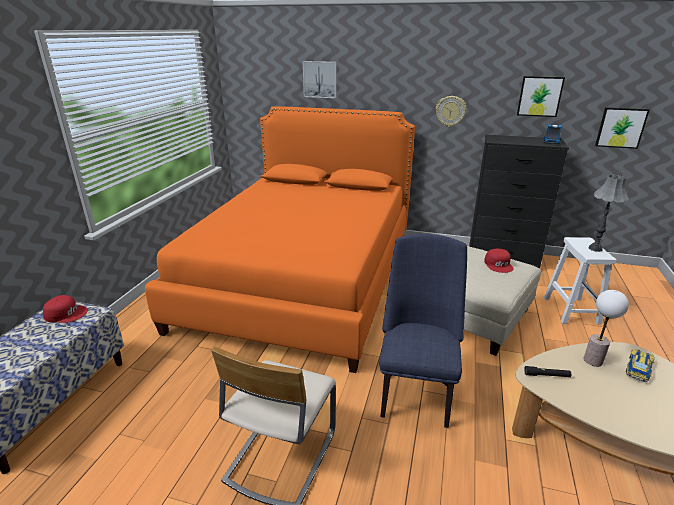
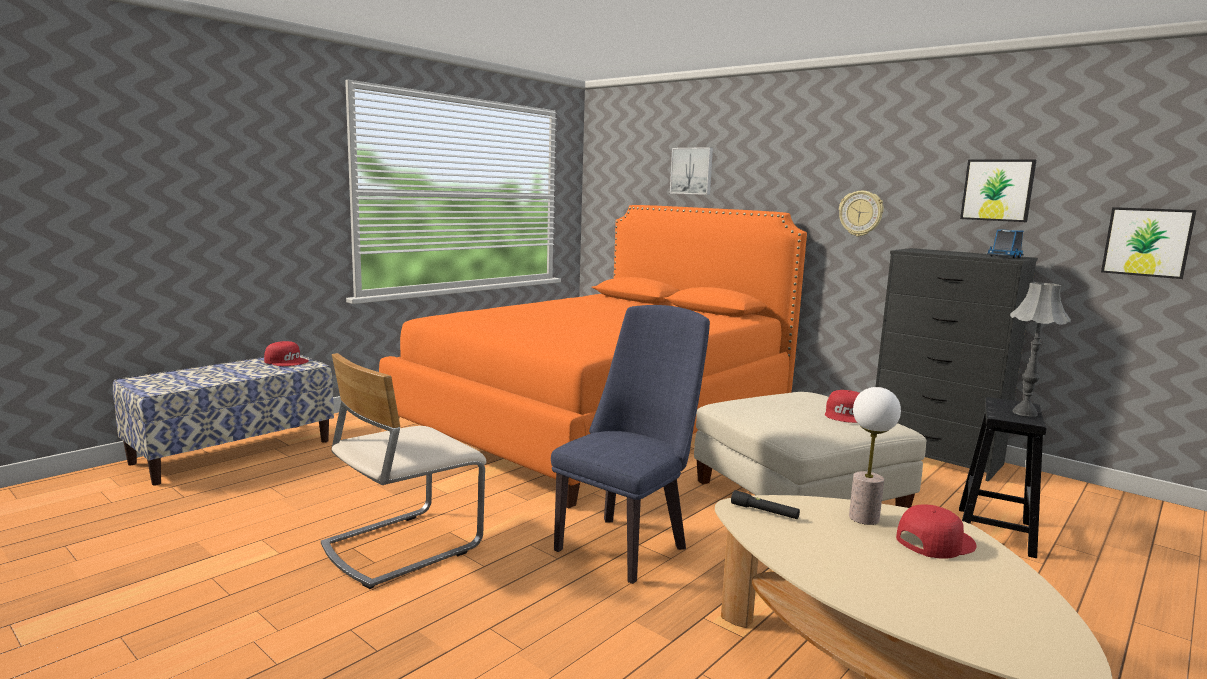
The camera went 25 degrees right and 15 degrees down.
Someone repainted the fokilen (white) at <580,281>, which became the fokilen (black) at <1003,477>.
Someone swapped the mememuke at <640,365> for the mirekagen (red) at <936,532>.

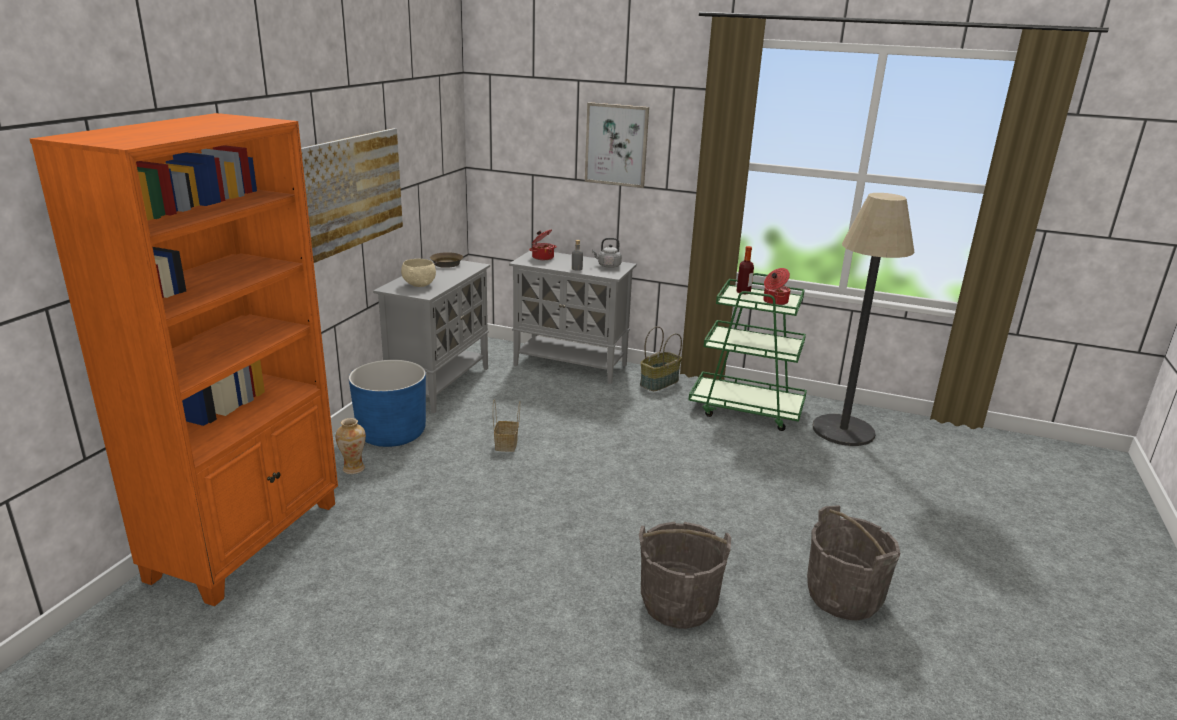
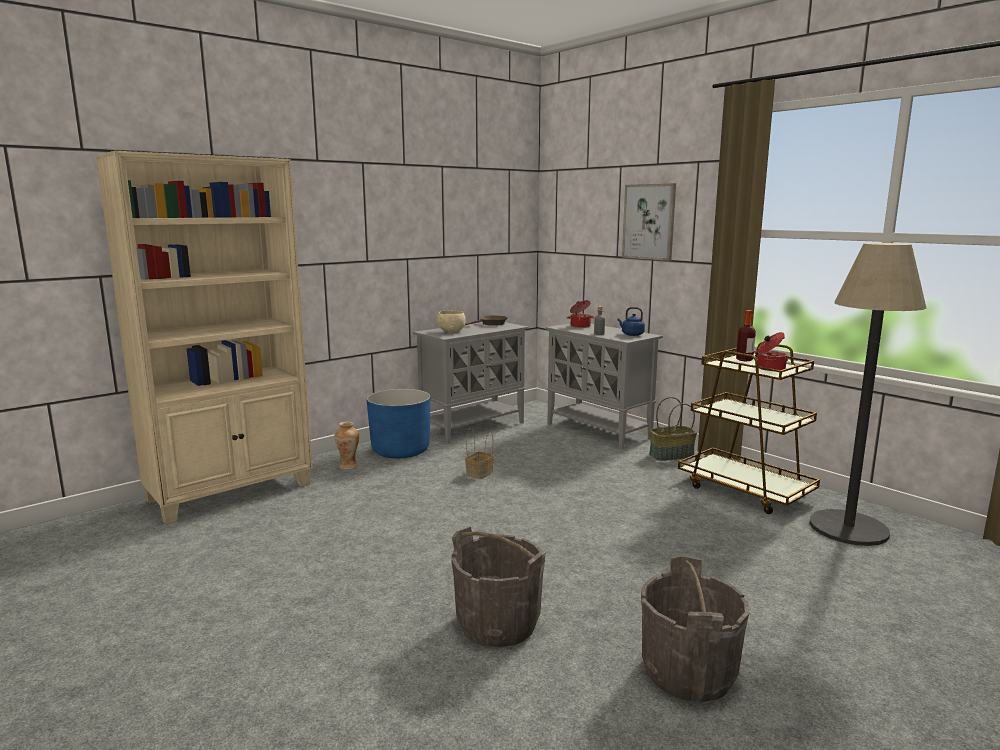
The camera went 30 degrees right and 10 degrees down.
Someone repainted the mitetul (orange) at <184,359>, which became the mitetul (beige) at <204,338>.
Someone took away the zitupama at <352,195>.
Someone repainted the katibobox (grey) at <607,253>, which became the katibobox (blue) at <631,321>.
Someone repainted the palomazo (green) at <748,352>, which became the palomazo (brown) at <749,428>.

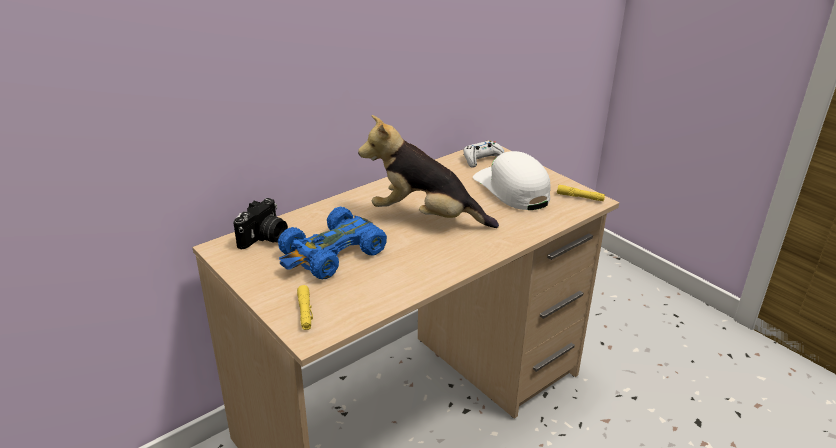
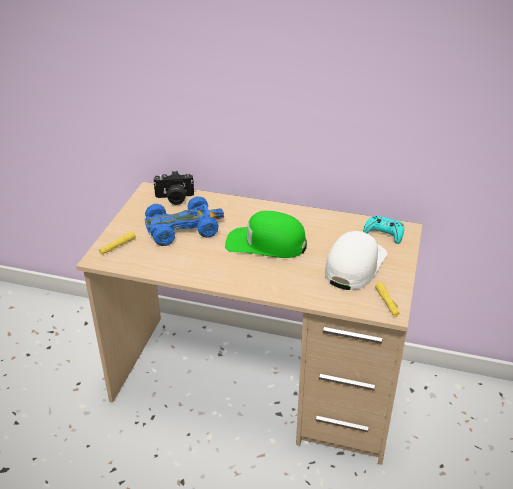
The camera went 55 degrees right and 5 degrees up.
Someone rotated the mememuke (blue) at <332,243> by 150 degrees clockwise.
Someone swapped the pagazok at <428,171> for the mirekagen (green) at <266,234>.
Someone repainted the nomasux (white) at <484,154>, which became the nomasux (turquoise) at <383,230>.

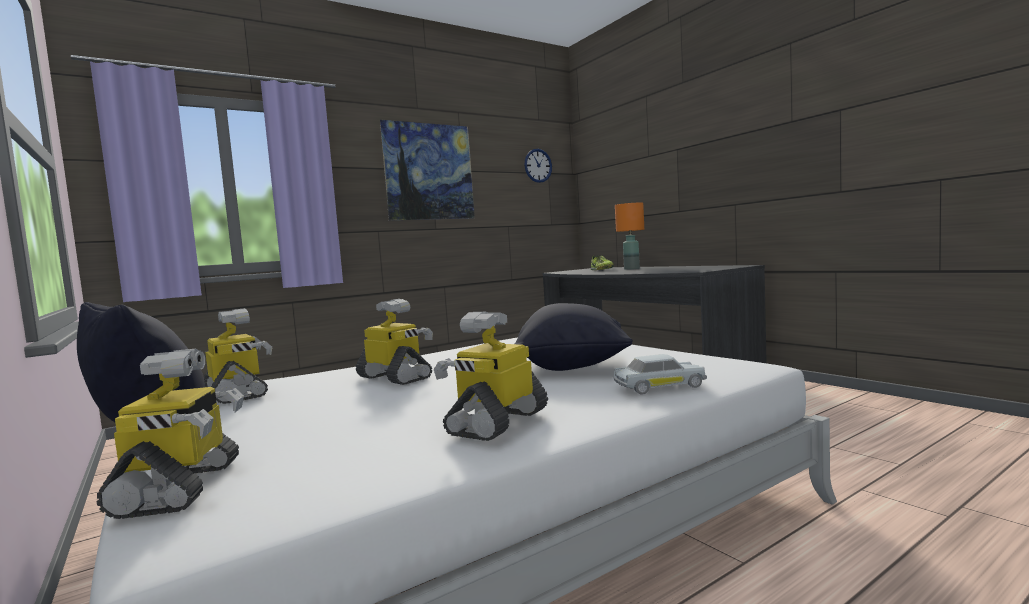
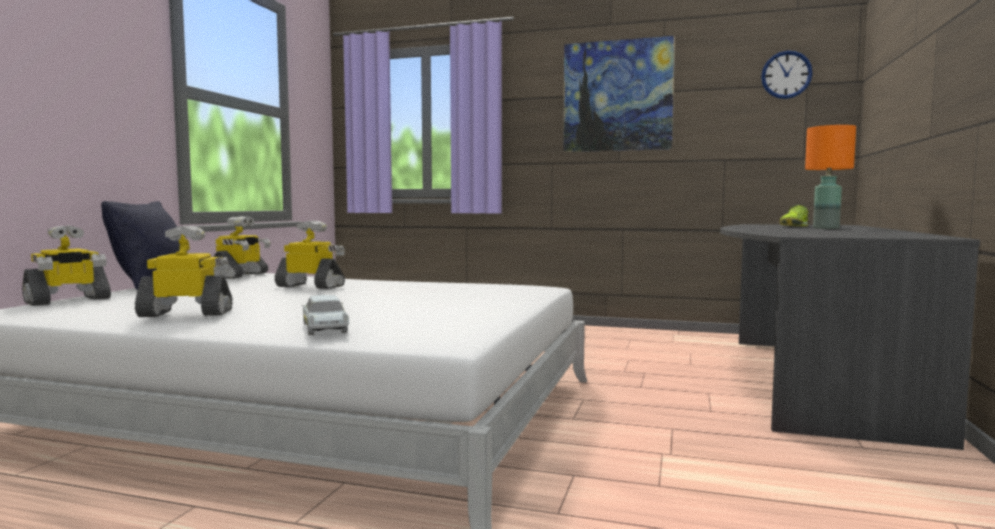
The camera went 50 degrees right and 0 degrees up.
Someone rotated the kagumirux at <394,342> by 75 degrees counterclockwise.
Someone took away the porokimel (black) at <574,337>.
Someone rotated the mememuke (white) at <660,374> by 150 degrees counterclockwise.

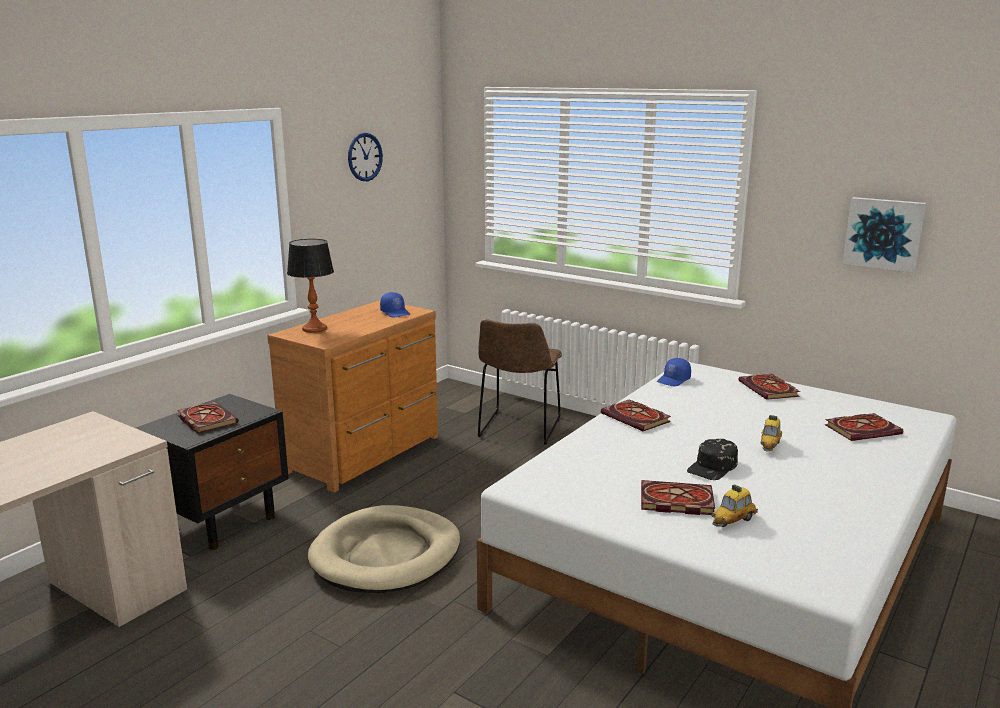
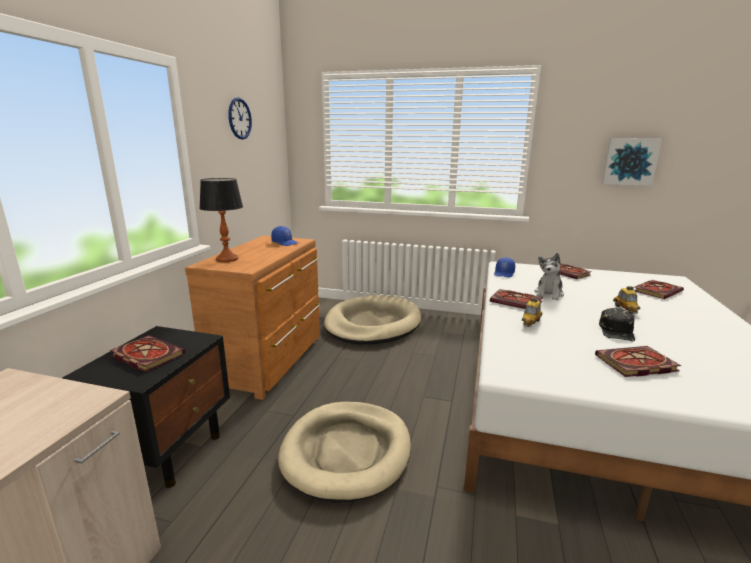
The camera went 20 degrees left and 0 degrees up.
Someone swapped the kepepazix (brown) at <520,381> for the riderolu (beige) at <372,319>.
Someone carried the mememuke from <734,505> to <532,312>.
Someone put down the pagazok at <549,276>.

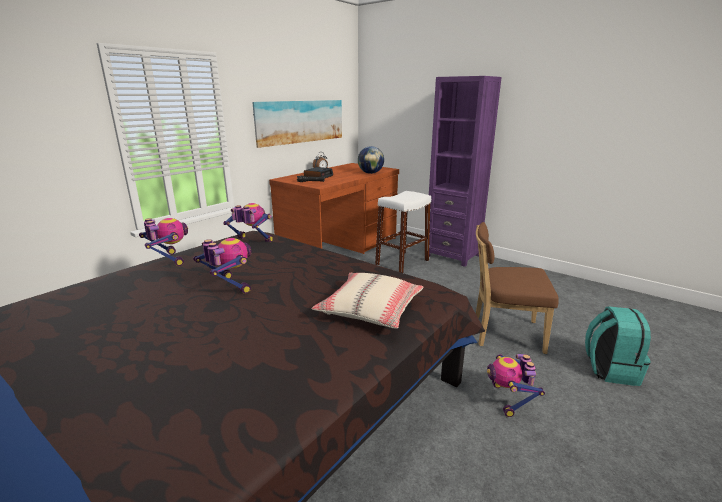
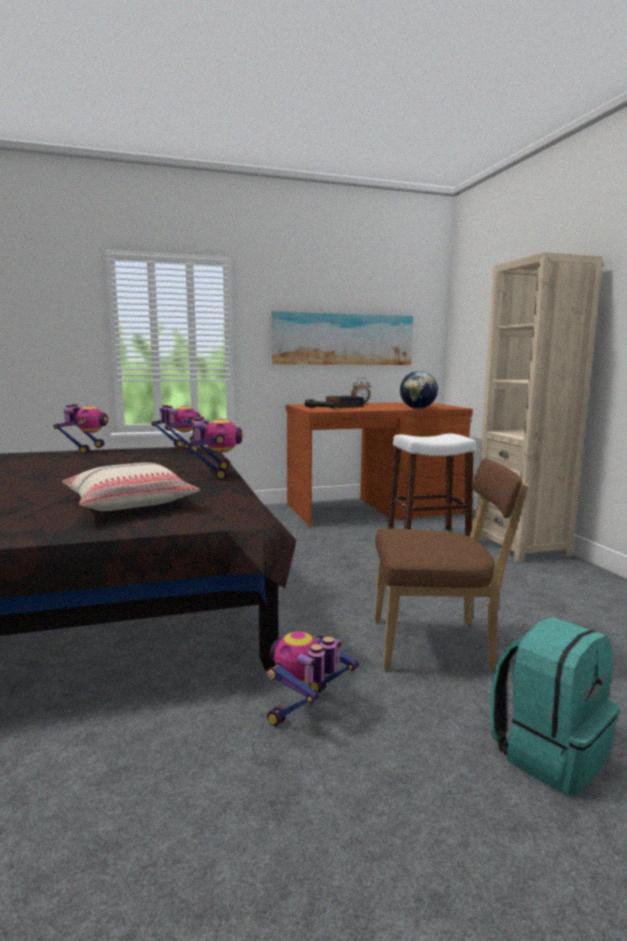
The camera went 35 degrees right and 10 degrees down.
Someone carried the kagumirux from <222,266> to <214,448>.
Someone repainted the mitetul (purple) at <465,171>, which became the mitetul (beige) at <540,407>.
Someone rotated the kepepazix (brown) at <517,288> by 135 degrees clockwise.

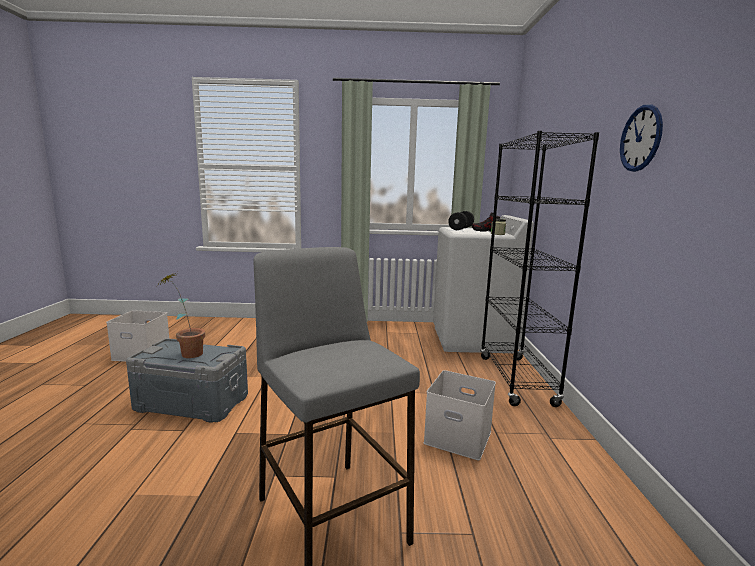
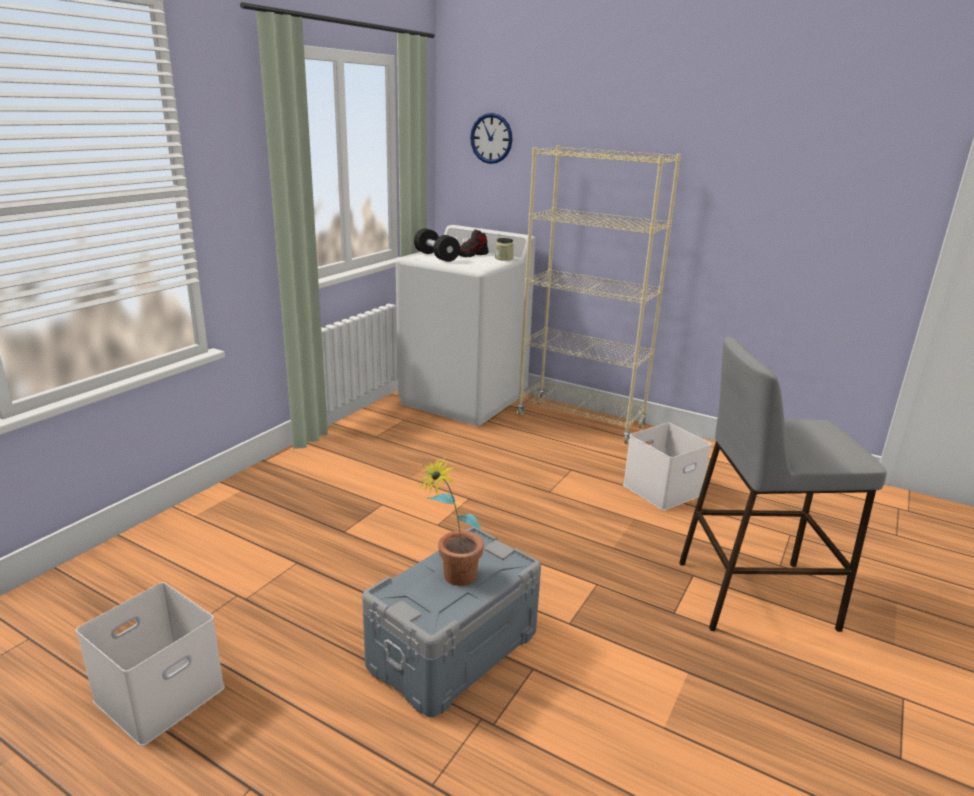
The camera went 60 degrees left and 10 degrees up.
Someone repainted the mitetul (black) at <539,269>, which became the mitetul (beige) at <599,295>.
Someone carried the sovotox from <641,138> to <491,138>.

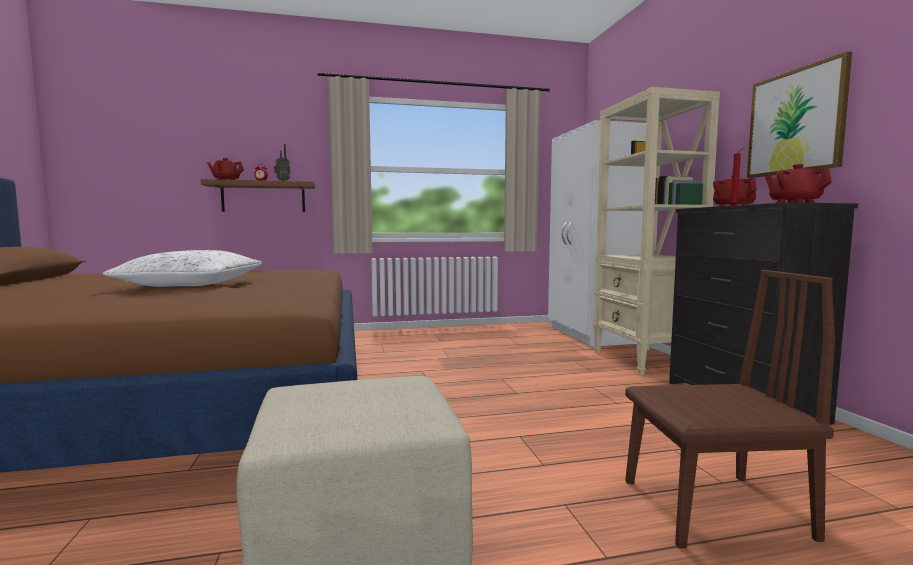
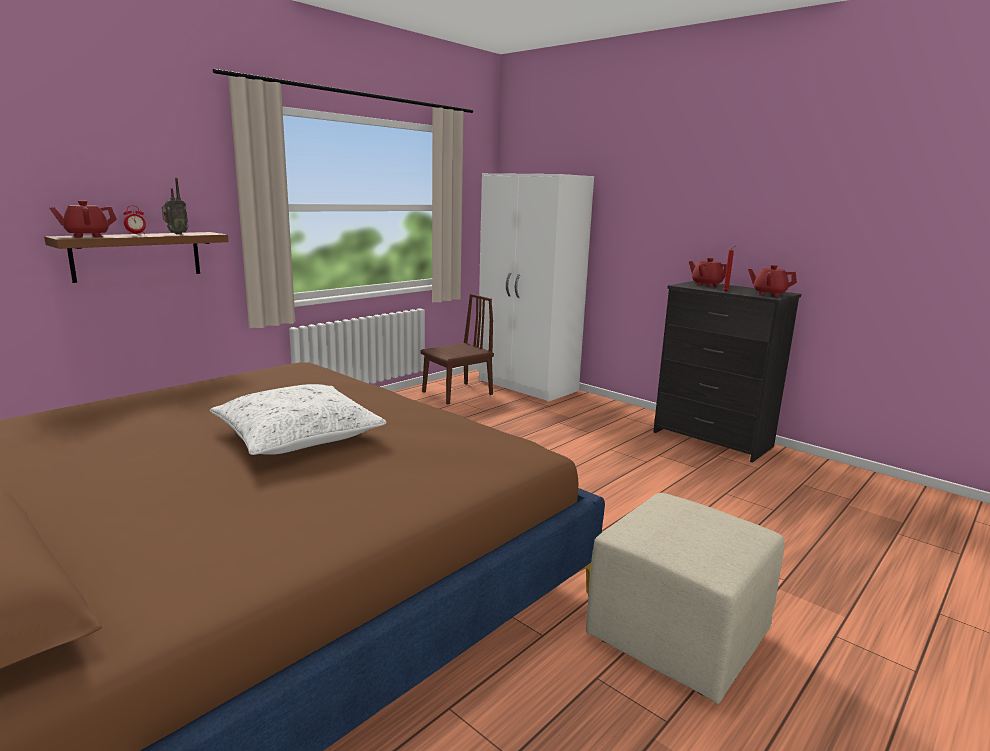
The camera went 35 degrees left and 10 degrees up.
Someone took away the mitetul (beige) at <656,231>.
Someone carried the kepepazix (brown) from <730,409> to <457,349>.
Someone took away the zitupama at <799,114>.

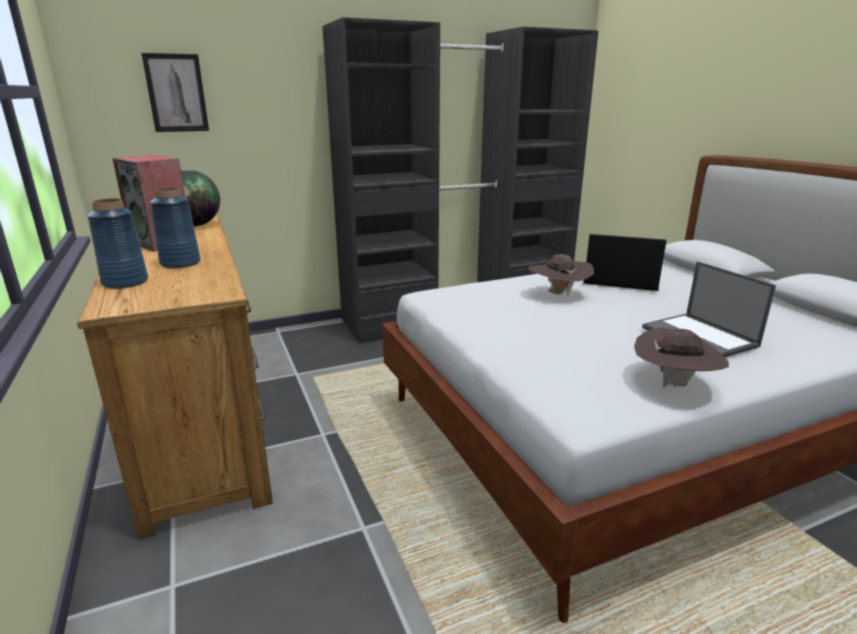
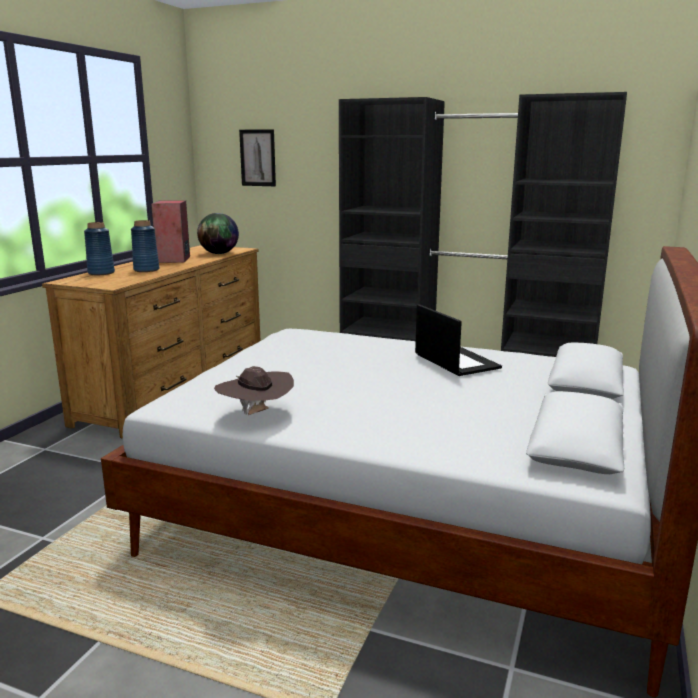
The camera went 45 degrees right and 5 degrees down.
Someone took away the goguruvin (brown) at <561,275>.
Someone took away the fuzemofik at <709,309>.

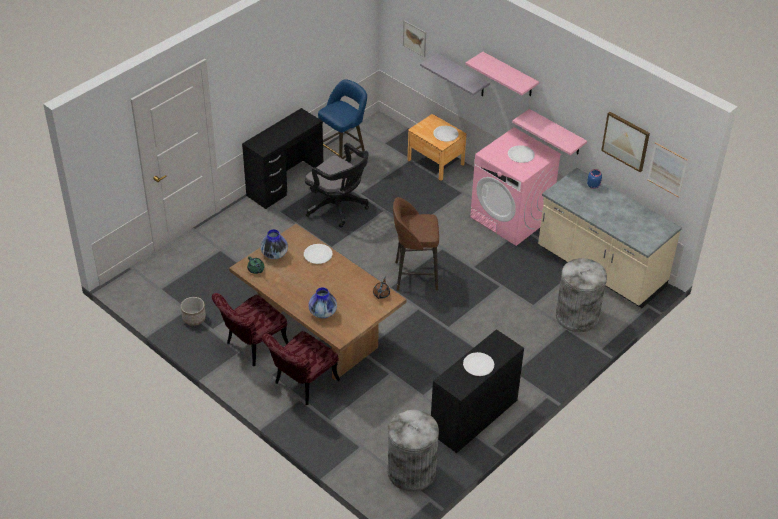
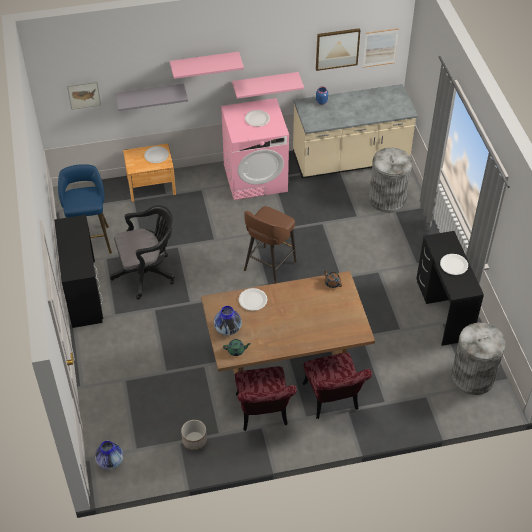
The camera went 55 degrees left and 5 degrees up.
Someone carried the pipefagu from <322,302> to <109,455>.

